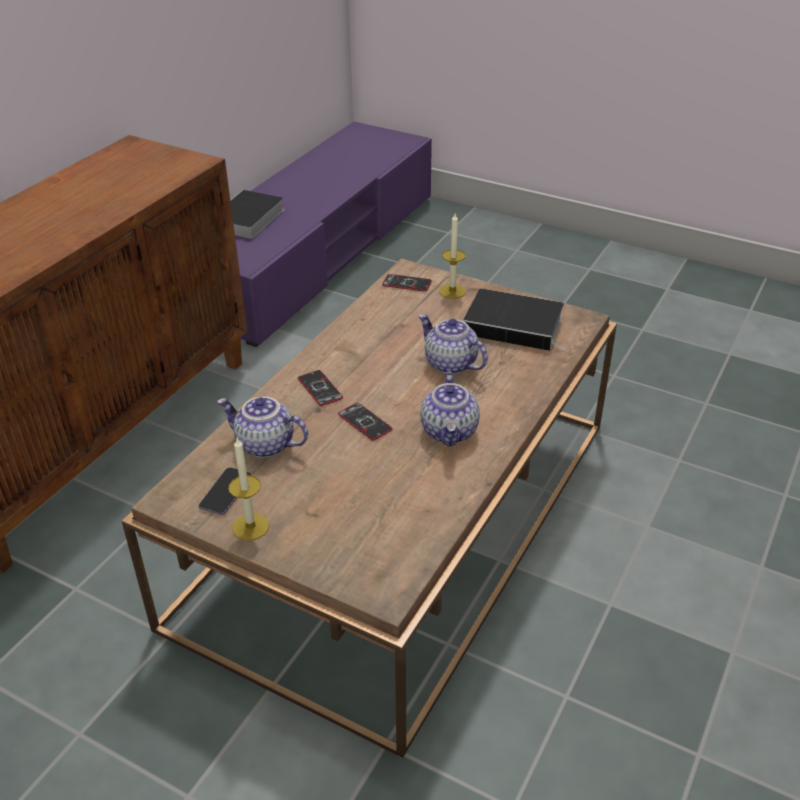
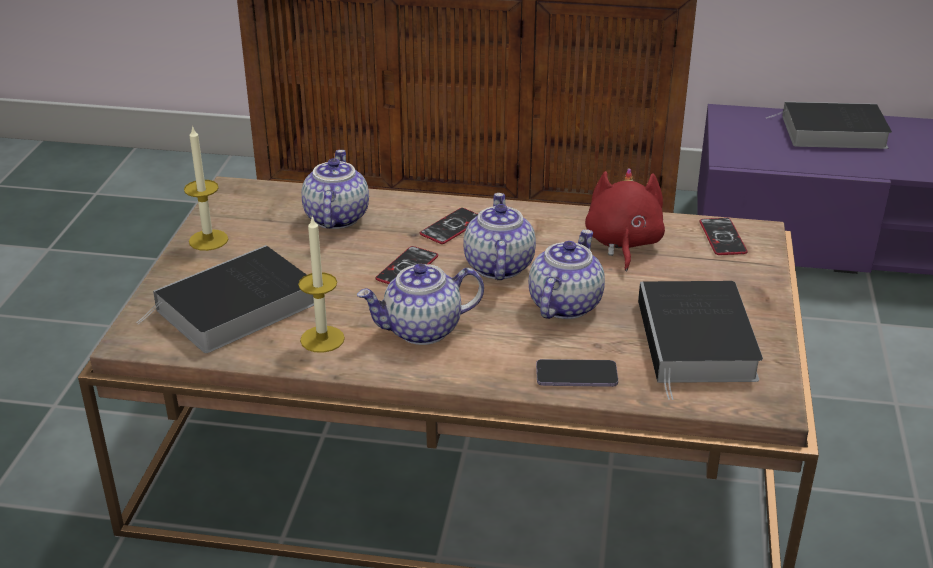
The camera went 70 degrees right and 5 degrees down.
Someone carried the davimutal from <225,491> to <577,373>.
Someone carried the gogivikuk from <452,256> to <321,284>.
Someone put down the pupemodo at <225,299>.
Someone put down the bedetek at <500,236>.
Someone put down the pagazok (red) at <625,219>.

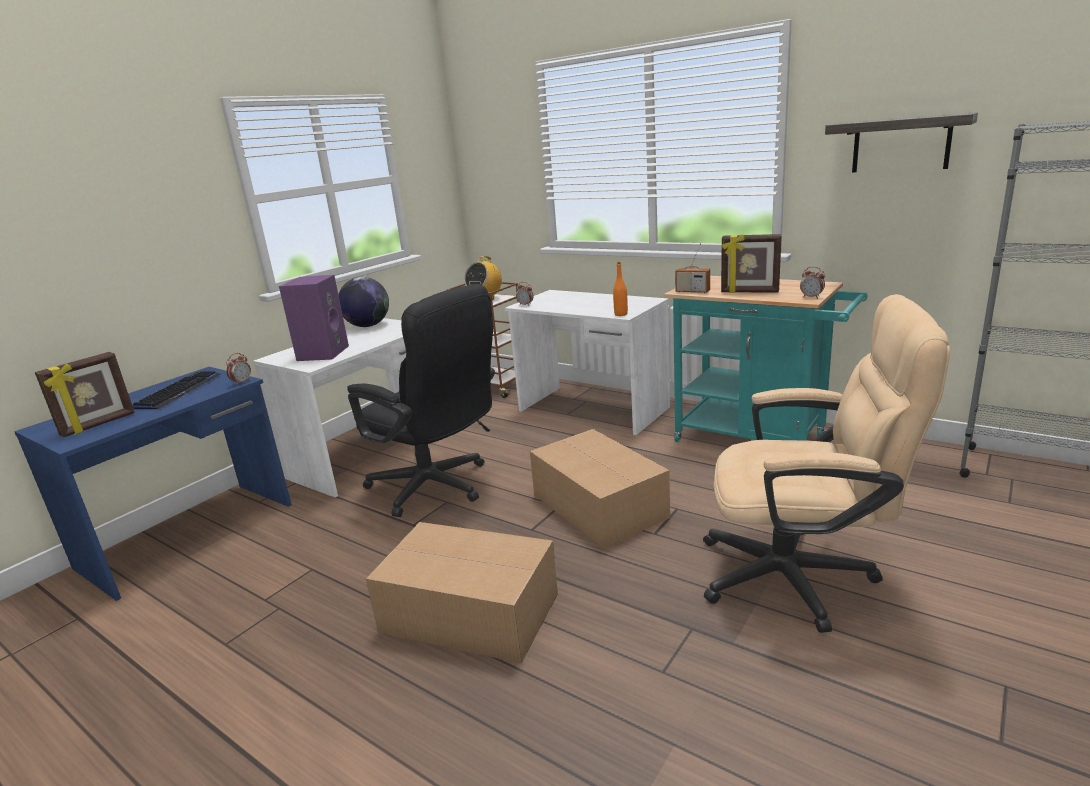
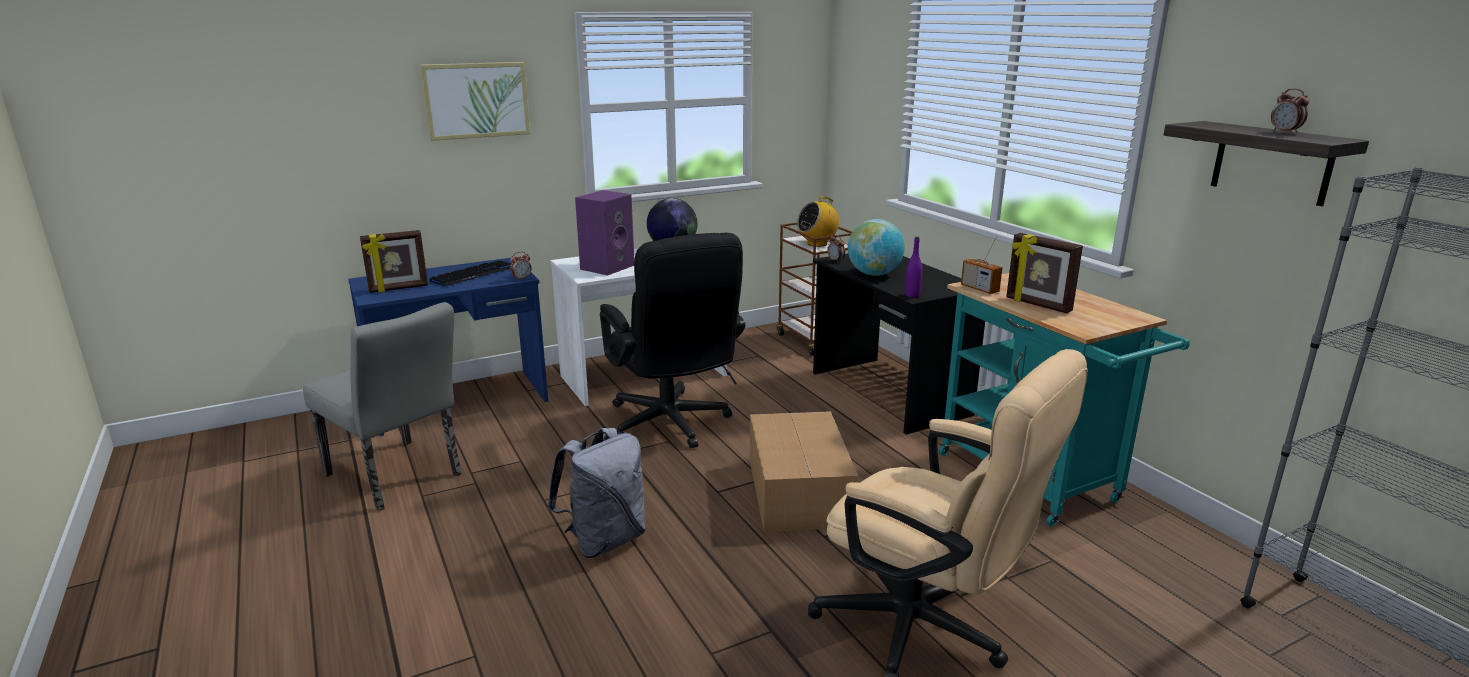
The camera went 25 degrees right and 0 degrees up.
Someone swapped the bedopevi at <462,593> for the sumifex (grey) at <596,493>.
Someone repainted the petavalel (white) at <587,362>, which became the petavalel (black) at <899,344>.
Someone repainted the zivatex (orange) at <620,289>, which became the zivatex (purple) at <914,267>.
Someone carried the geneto from <812,283> to <1290,111>.
Someone put down the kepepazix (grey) at <382,406>.
Someone put up the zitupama at <475,101>.
Someone put down the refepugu at <876,247>.

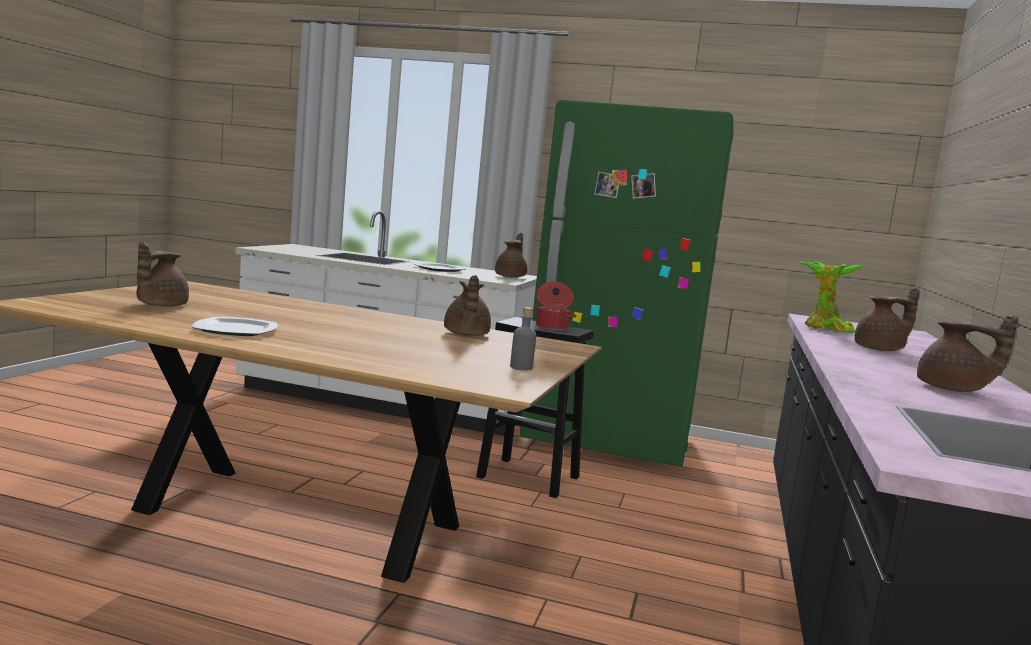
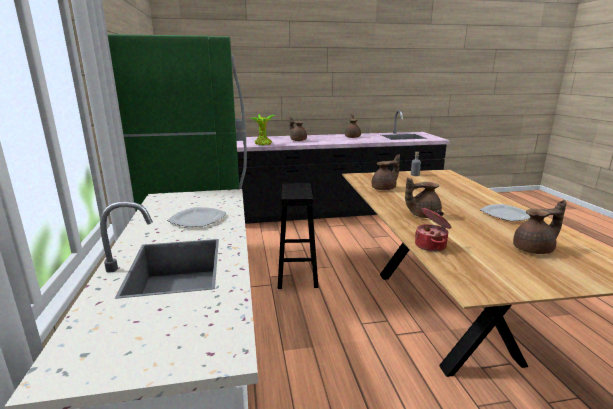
The camera went 115 degrees left and 10 degrees up.
Someone carried the bedetek (brown) from <511,255> to <423,198>.
Someone carried the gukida from <555,306> to <433,230>.

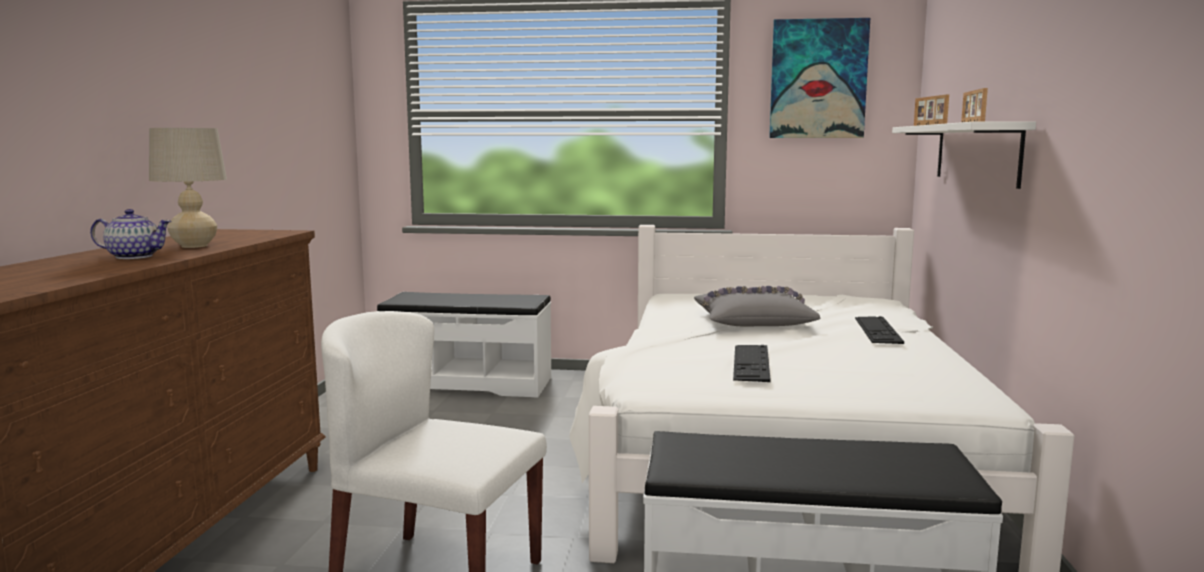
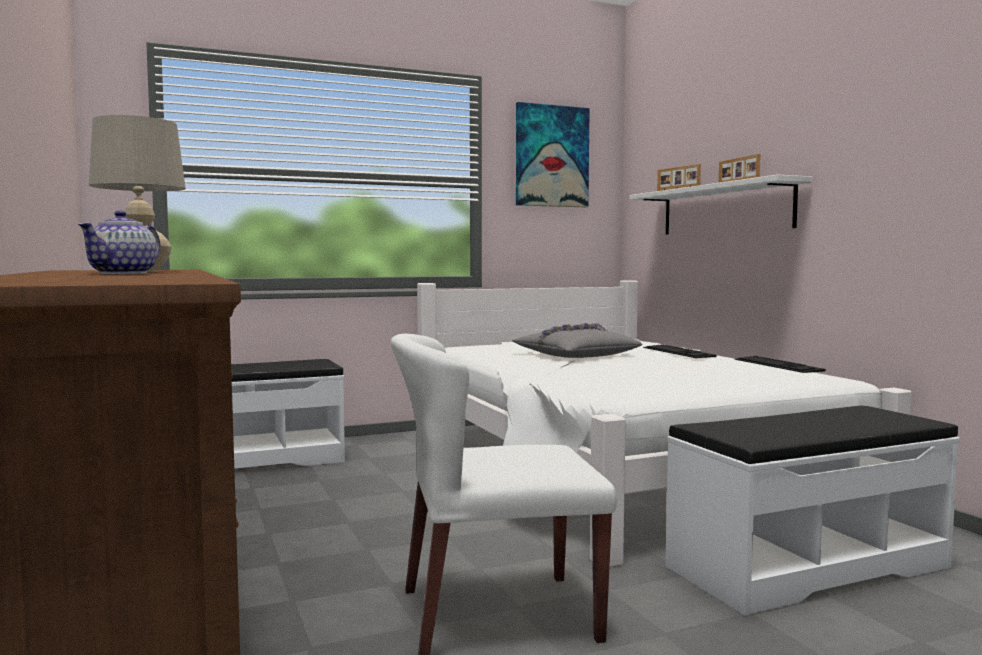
The camera went 30 degrees left and 5 degrees down.
Someone rotated the bedetek at <130,234> by 135 degrees clockwise.
Someone carried the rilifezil from <752,363> to <780,364>.

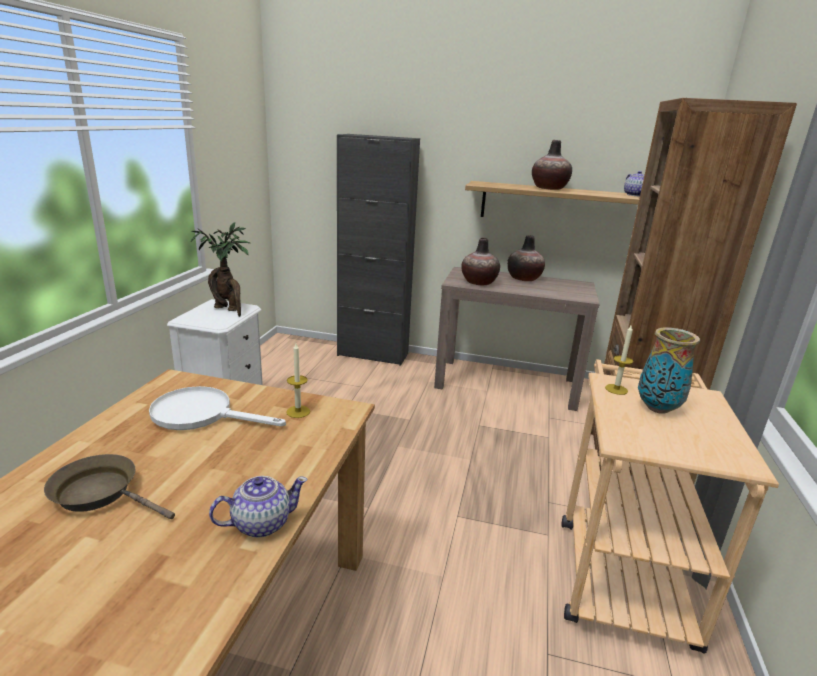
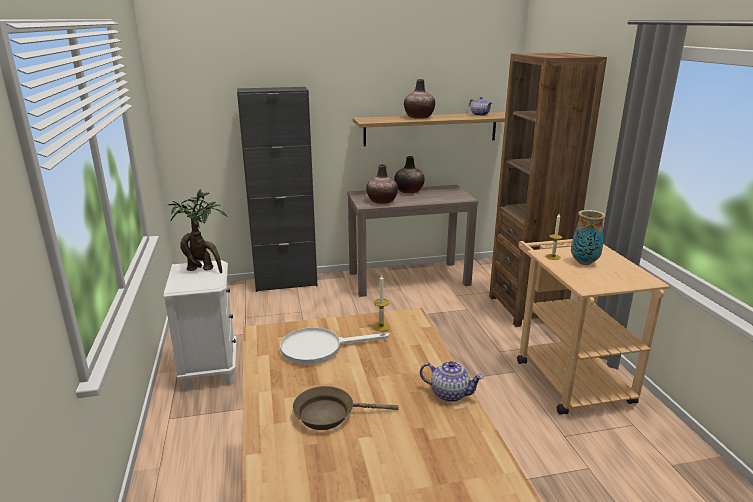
The camera went 25 degrees left and 0 degrees up.
Someone rotated the bedetek at <258,507> by 75 degrees clockwise.

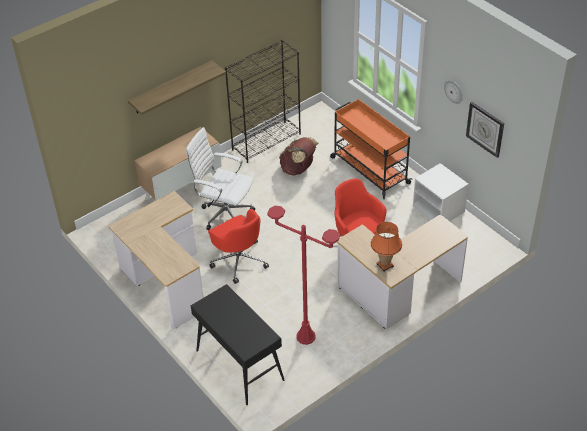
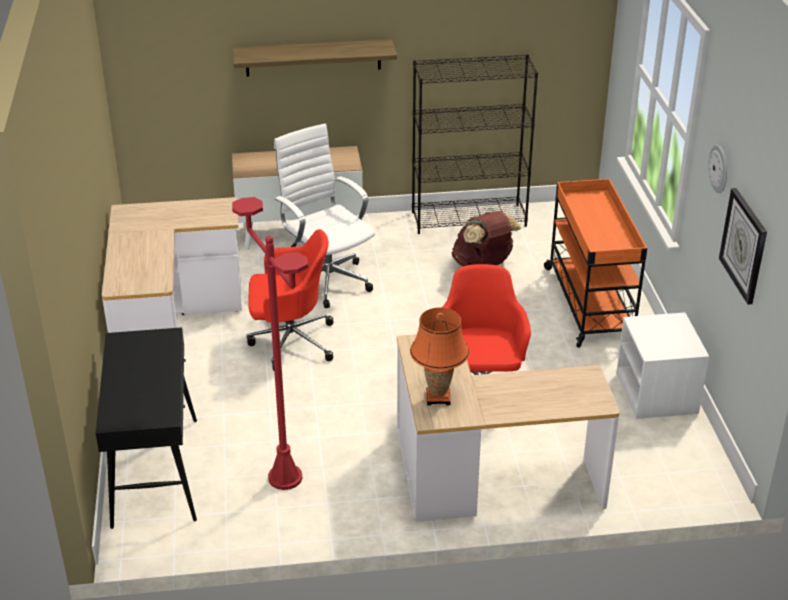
The camera went 30 degrees right and 10 degrees down.
Someone rotated the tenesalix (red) at <238,246> by 90 degrees counterclockwise.

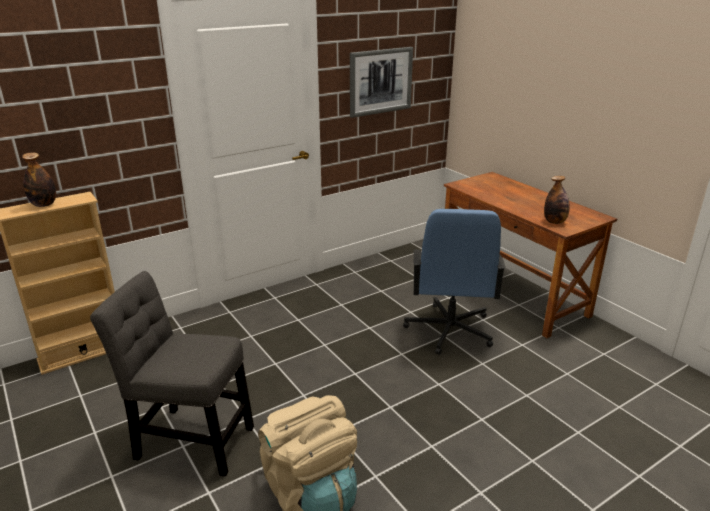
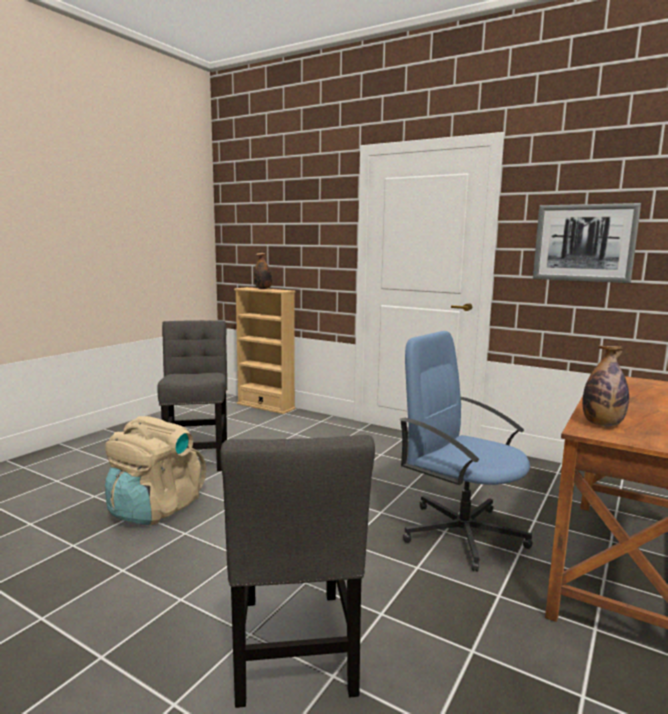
The camera went 65 degrees right and 15 degrees down.
Someone rotated the tenesalix (blue) at <454,282> by 60 degrees clockwise.
Someone put down the kepepazix (grey) at <297,571>.

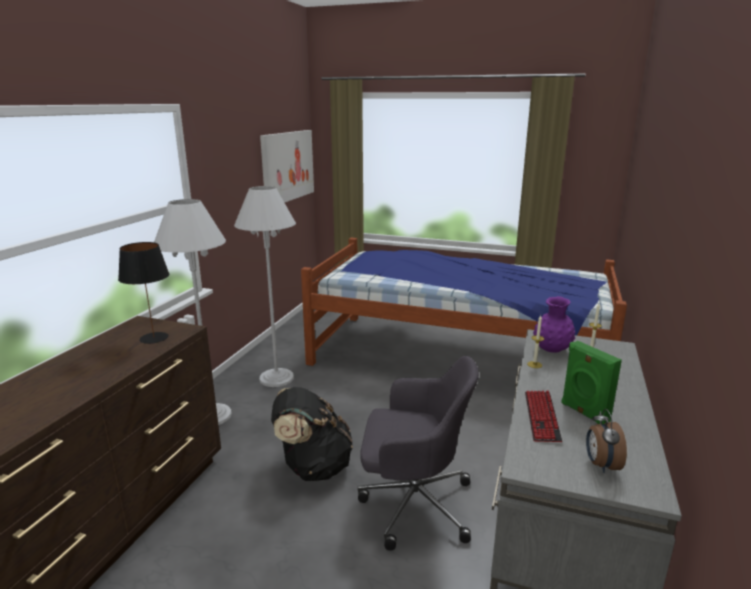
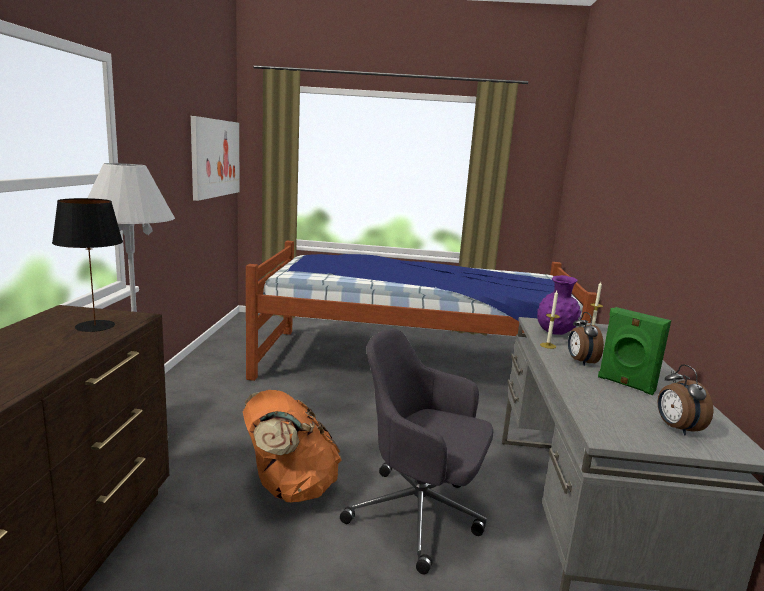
The camera went 15 degrees left and 5 degrees down.
Someone took away the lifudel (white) at <265,286>.
Someone repainted the sumifex (black) at <312,434>, which became the sumifex (orange) at <292,446>.
Someone rotated the tenesalix (grey) at <418,453> by 150 degrees counterclockwise.
Someone took away the rilifezil at <543,416>.
Someone put down the geneto at <586,339>.

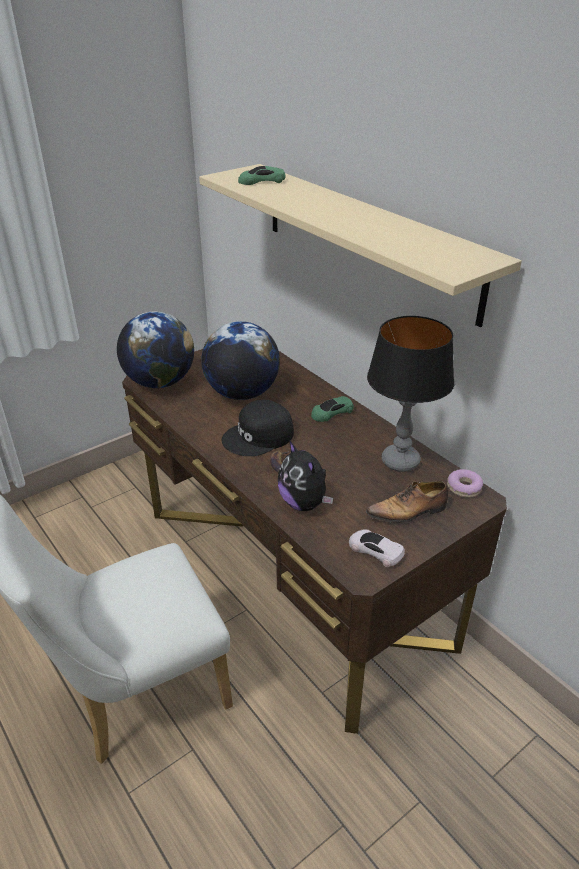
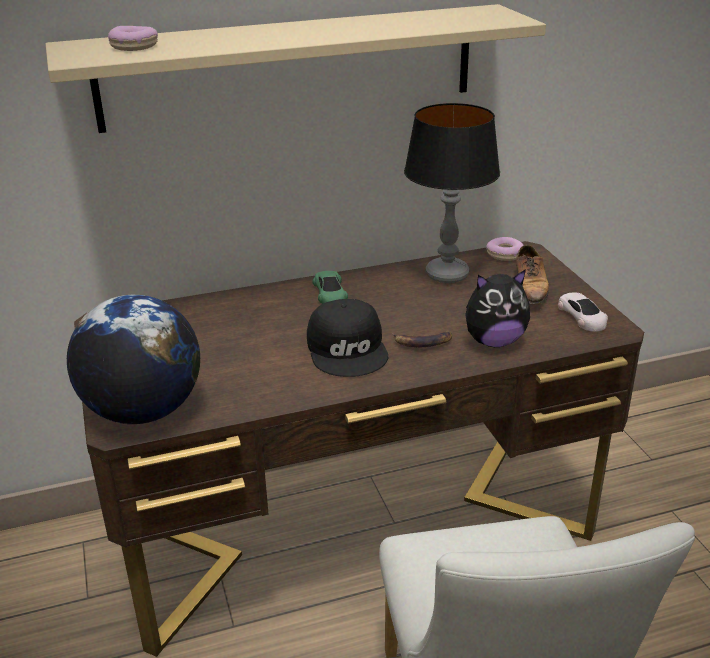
The camera went 70 degrees left and 5 degrees down.
Someone took away the refepugu at <240,360>.
Someone swapped the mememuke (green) at <262,175> for the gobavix at <133,38>.
Someone rotated the mememuke (white) at <377,548> by 75 degrees counterclockwise.

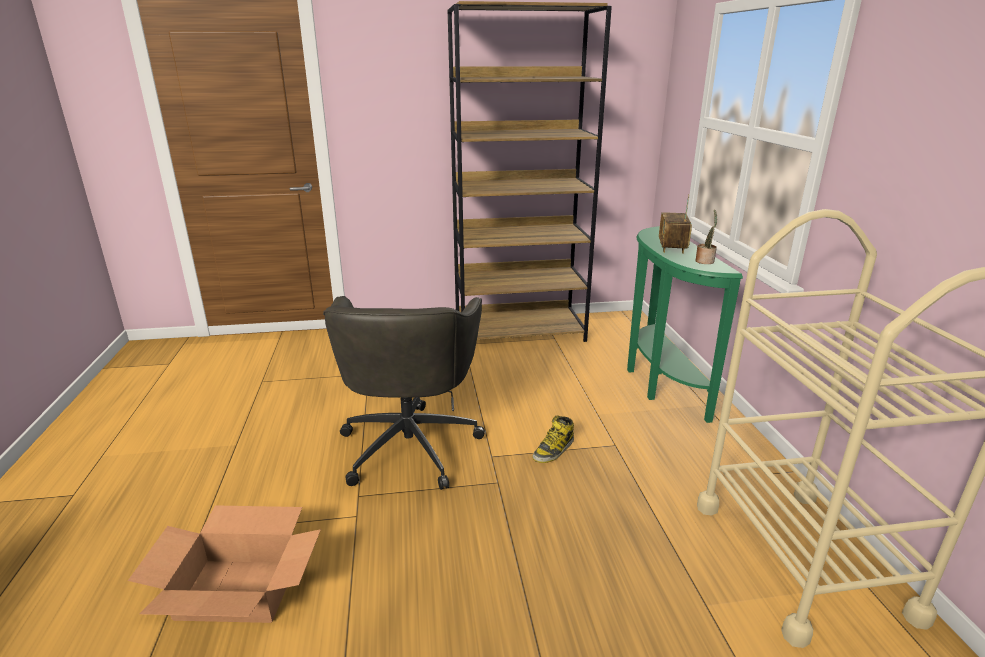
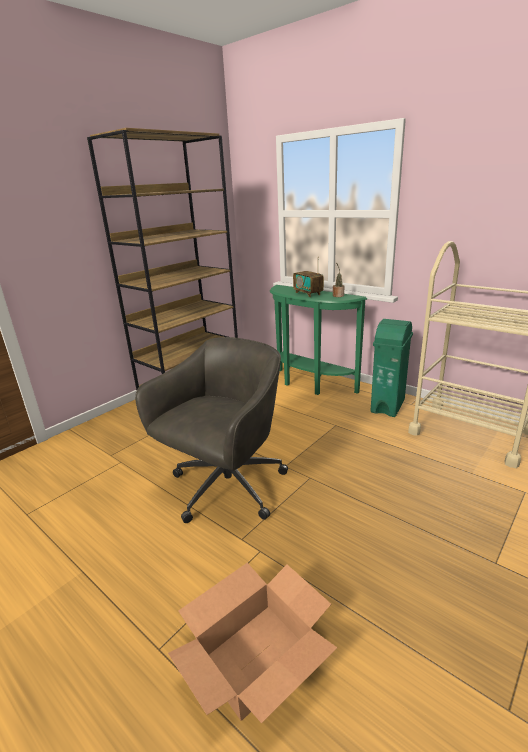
The camera went 40 degrees left and 0 degrees up.
Someone rotated the tenesalix (grey) at <404,393> by 105 degrees counterclockwise.
Someone took away the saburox at <553,439>.
Someone put down the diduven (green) at <392,368>.

